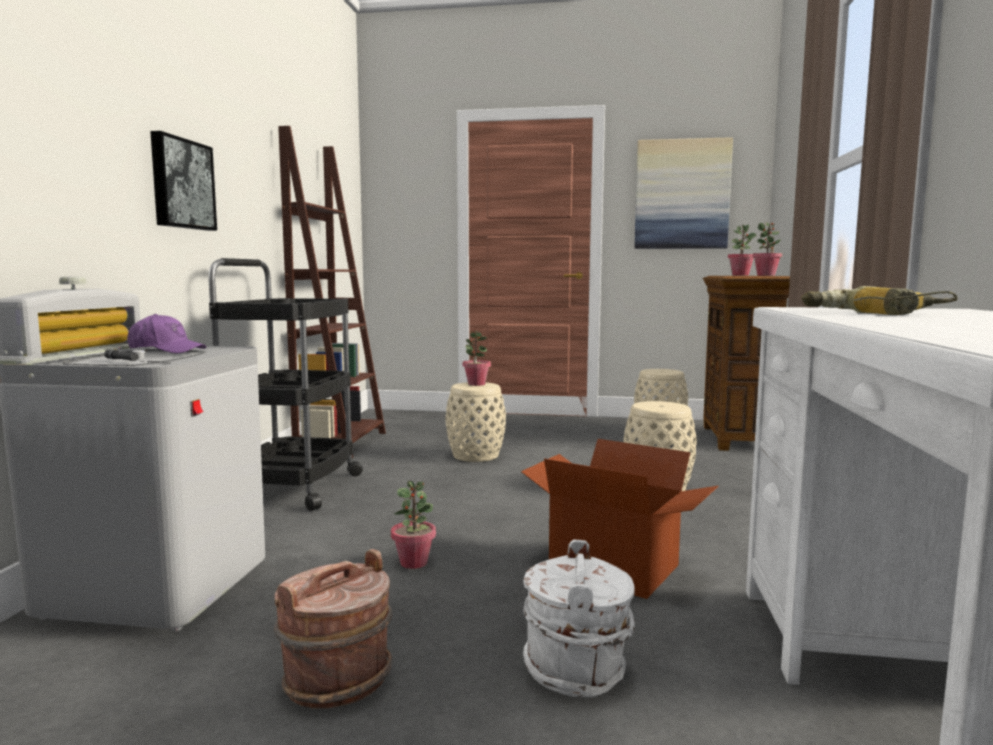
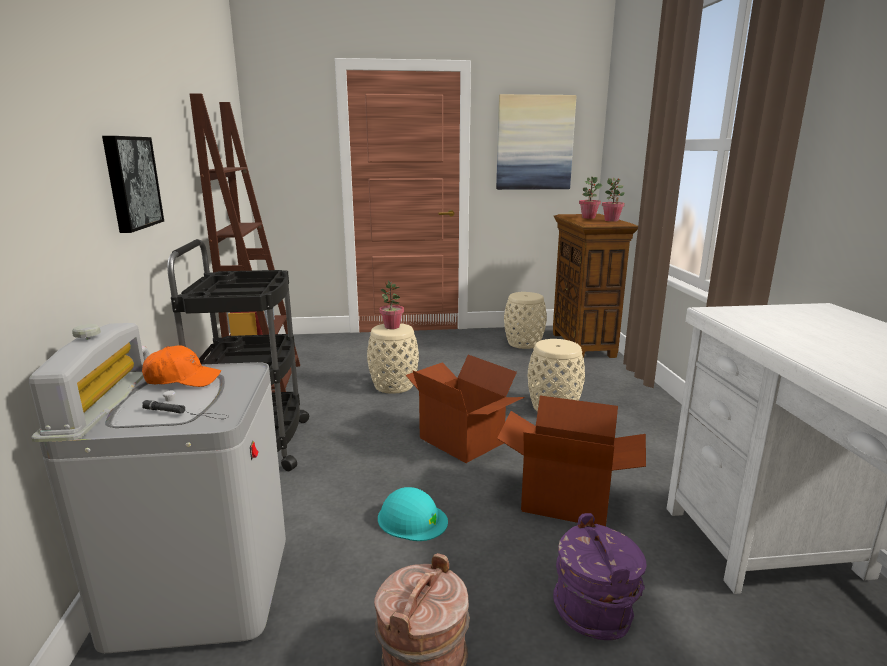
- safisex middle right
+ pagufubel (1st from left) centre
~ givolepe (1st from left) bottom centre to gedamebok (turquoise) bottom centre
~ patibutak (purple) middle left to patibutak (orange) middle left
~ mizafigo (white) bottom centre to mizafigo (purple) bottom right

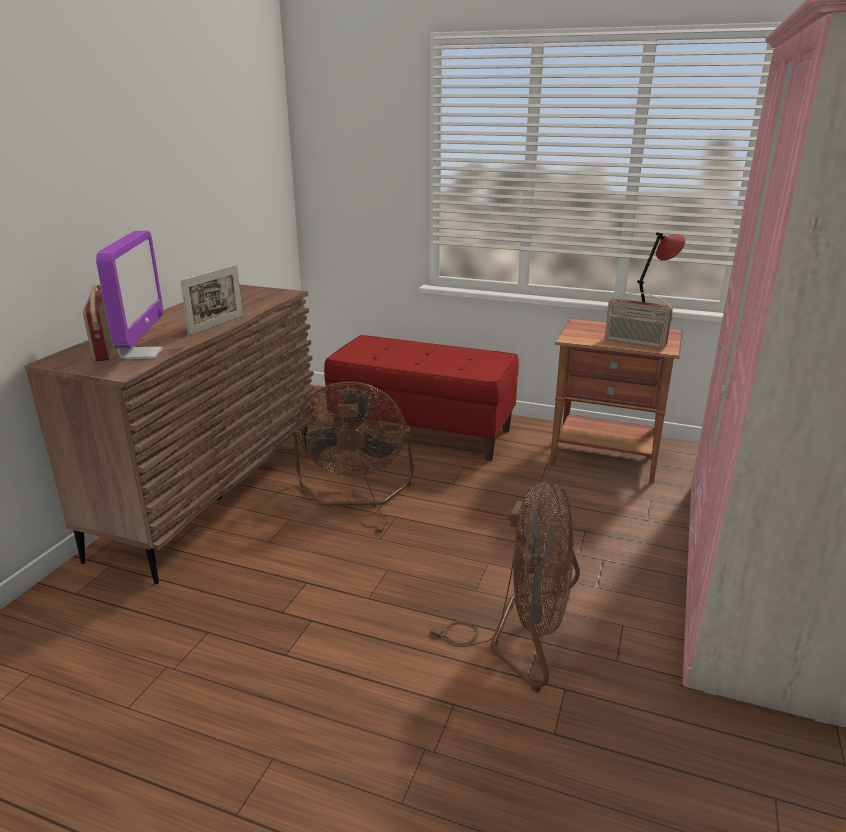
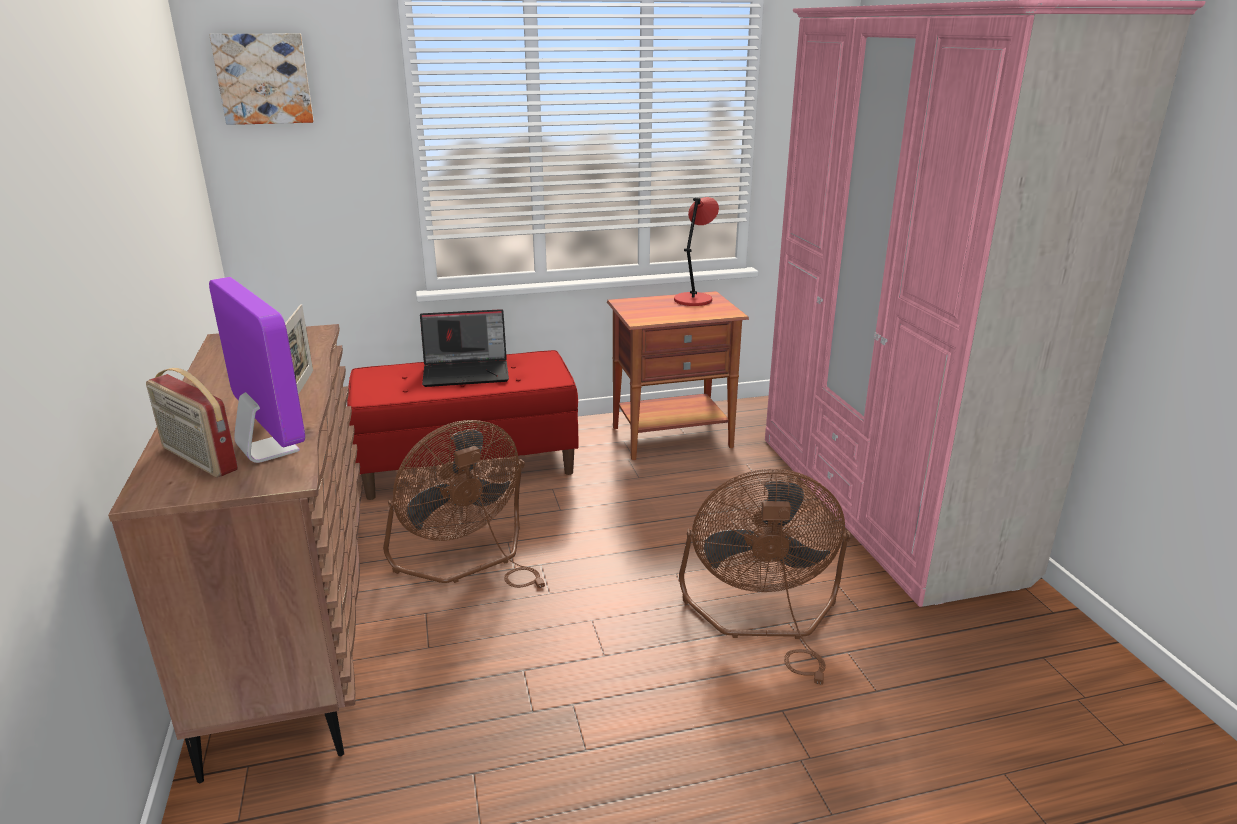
- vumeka (2nd from left) middle right
+ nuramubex top left
+ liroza centre
~ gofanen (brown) (2nd from left) bottom centre = bottom centre 75 degrees counterclockwise

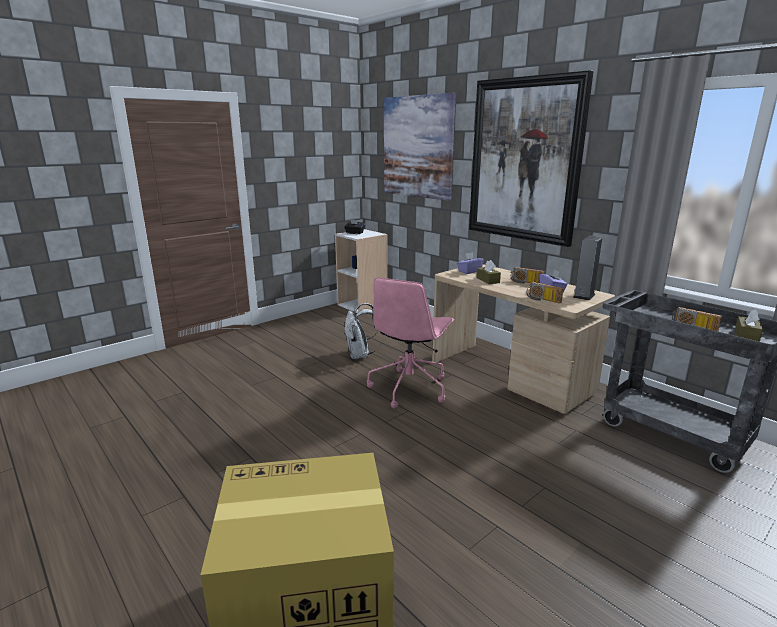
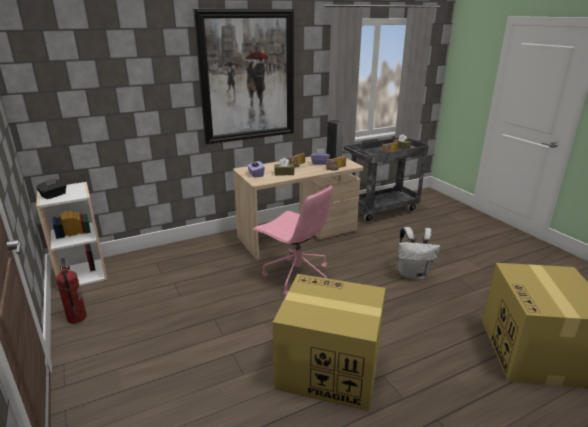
- nuramubex (1st from left) top centre
+ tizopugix bottom left
+ pagufubel (1st from left) bottom centre
~ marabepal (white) centre to middle right

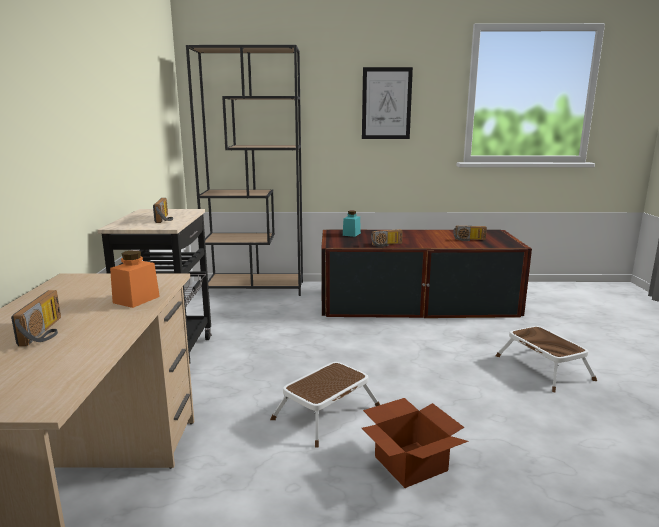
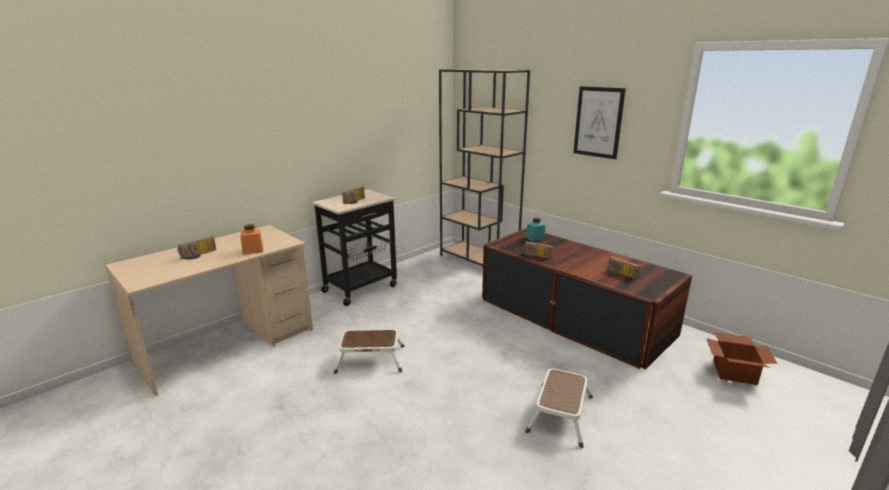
~ pagufubel bottom centre to bottom right

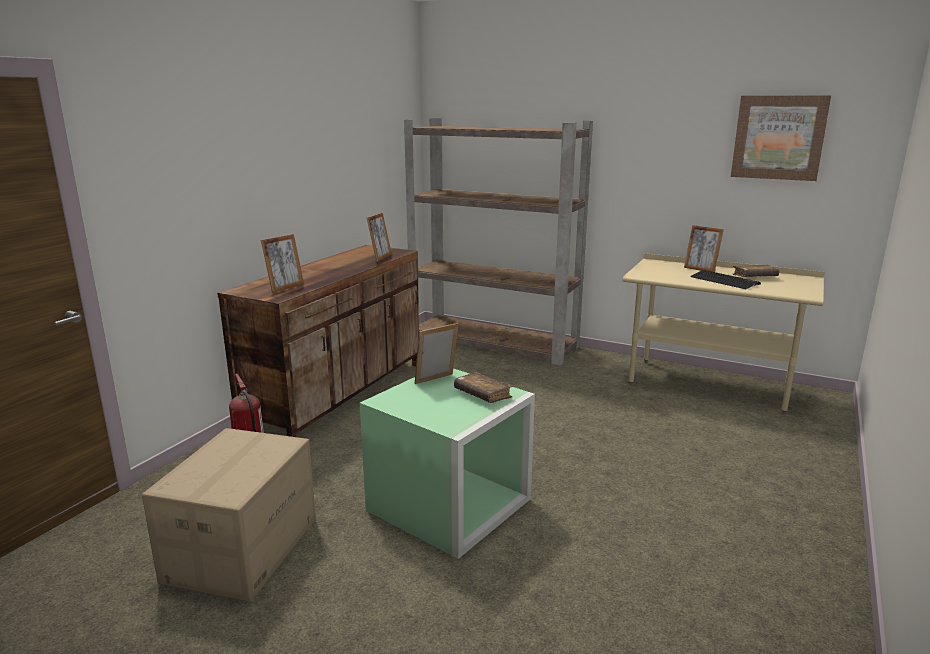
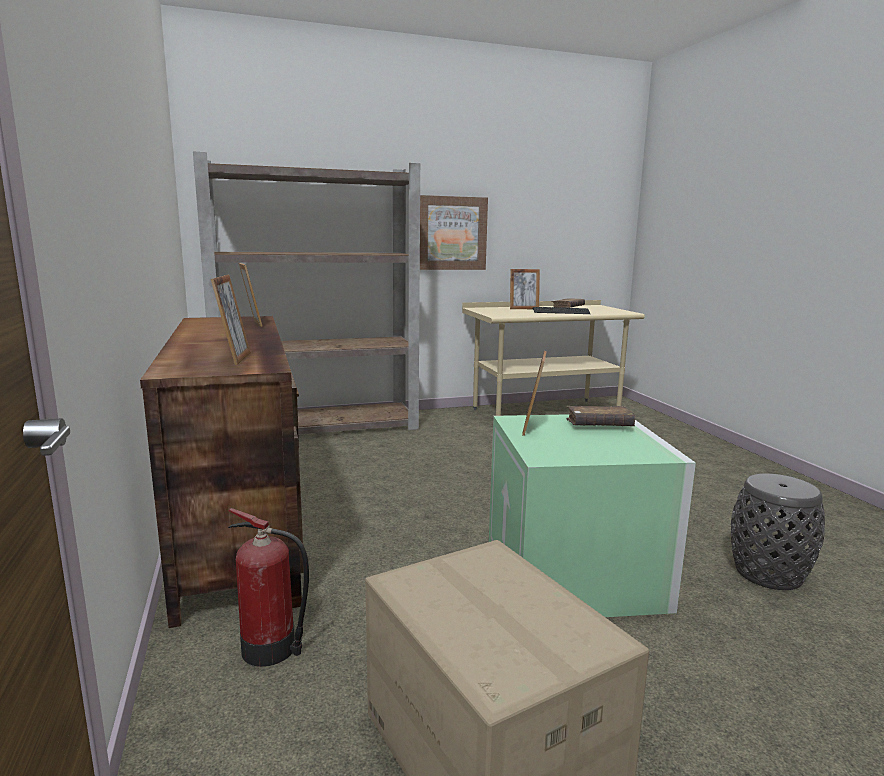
+ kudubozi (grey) bottom right
~ nuramubex top right to top centre

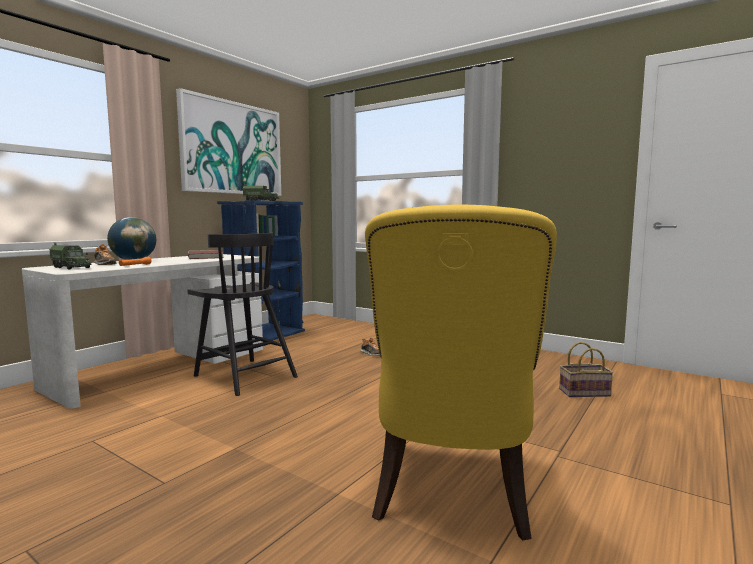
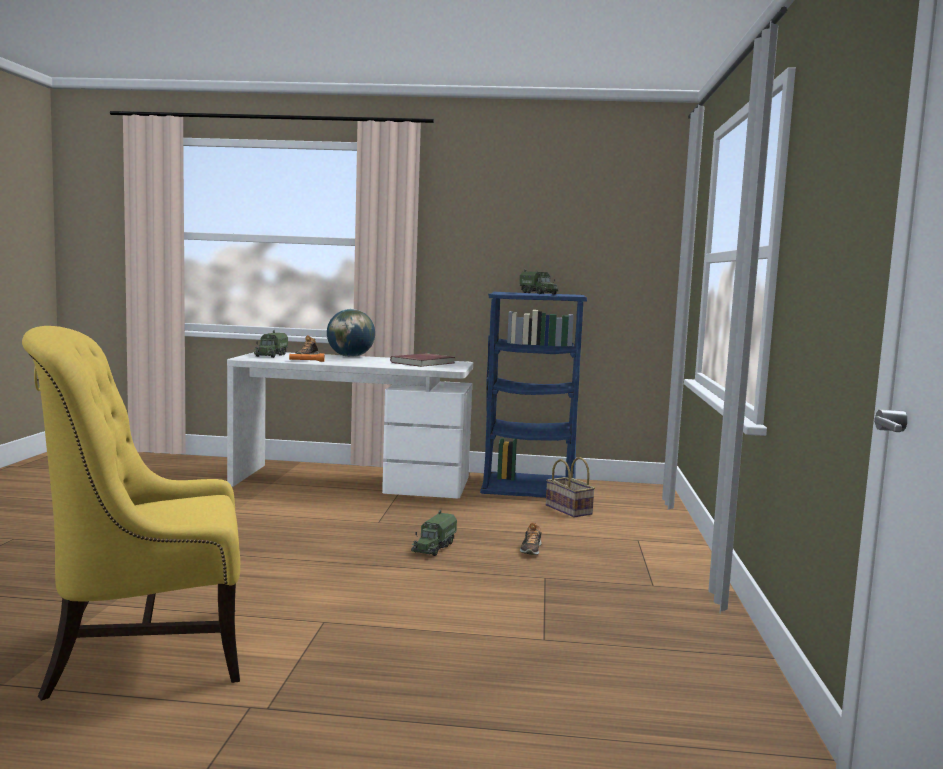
- nuramubex top left
- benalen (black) middle left
+ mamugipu (2nd from left) bottom centre
~ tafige middle right to centre

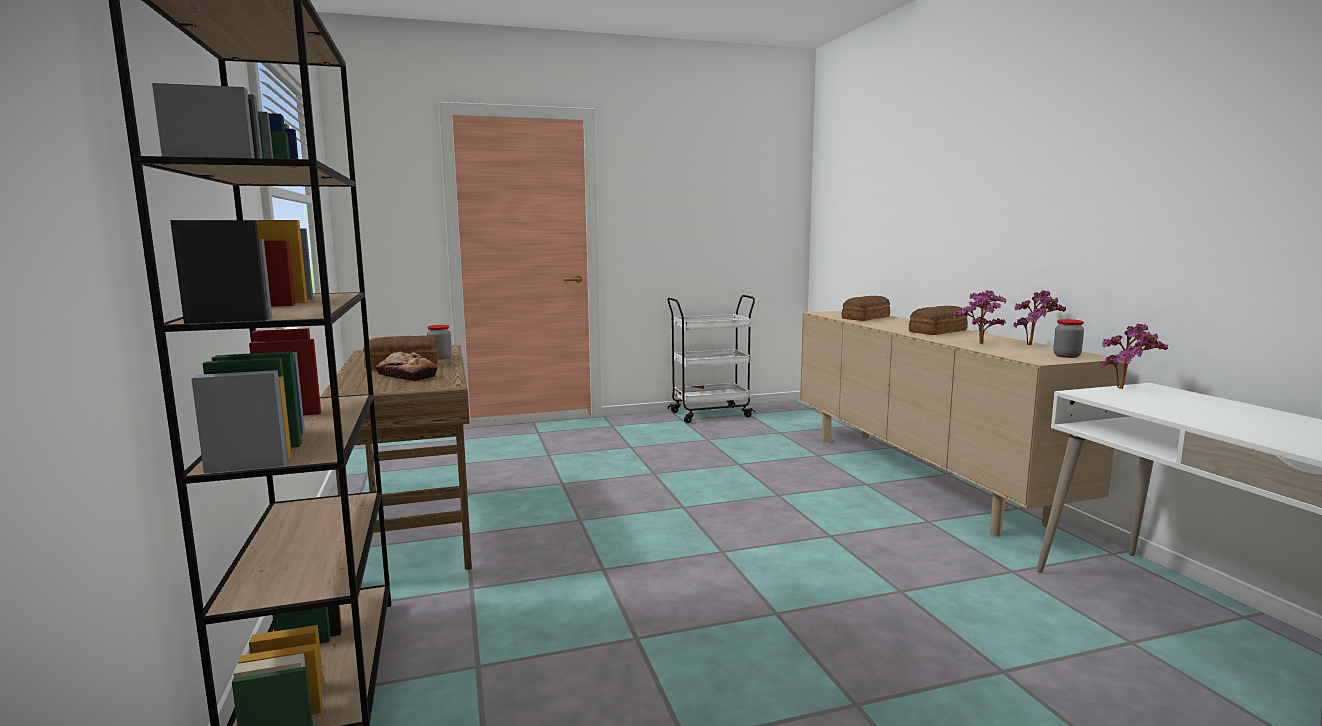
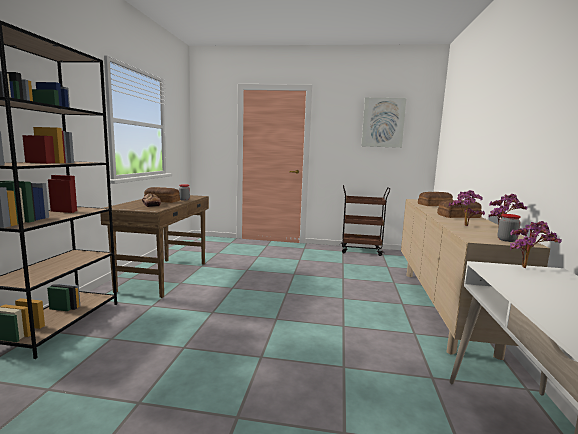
+ nuramubex top centre
~ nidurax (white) centre to nidurax (brown) centre

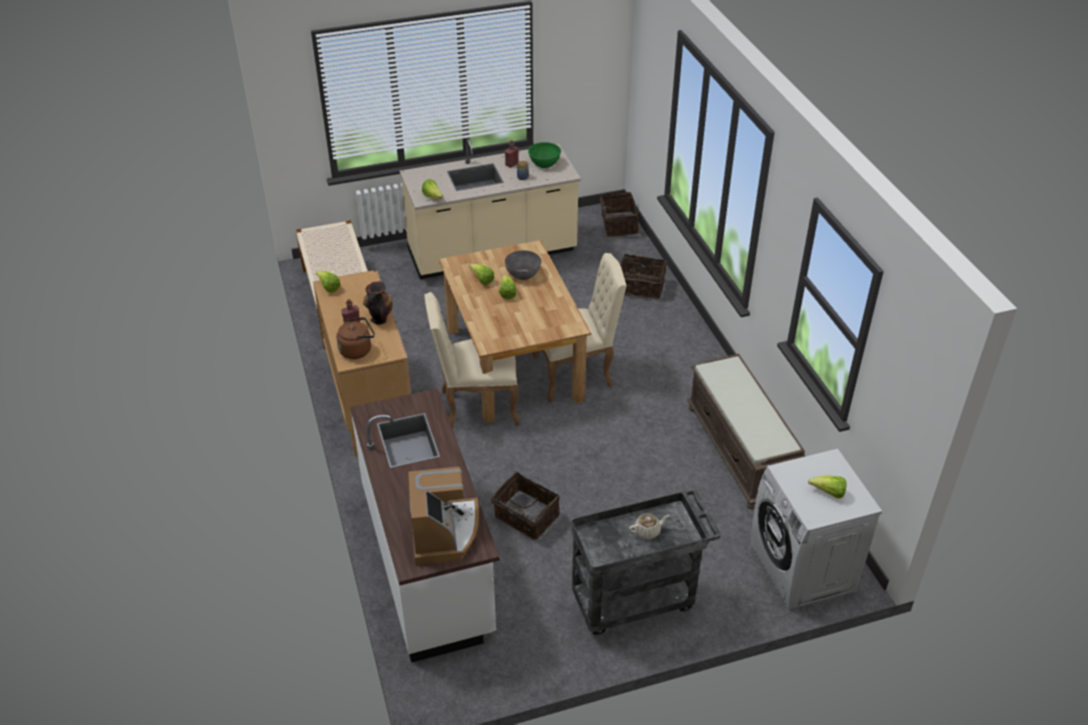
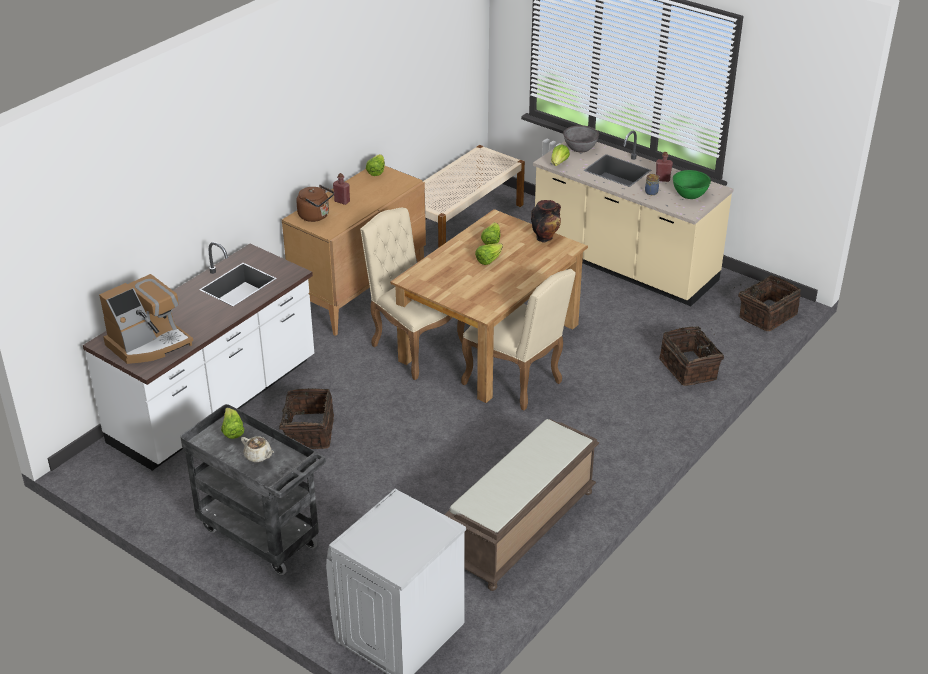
~ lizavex centre to top centre
~ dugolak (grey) centre to top centre
~ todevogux (5th from left in the first image) bottom right to todevogux (1st from left) middle left

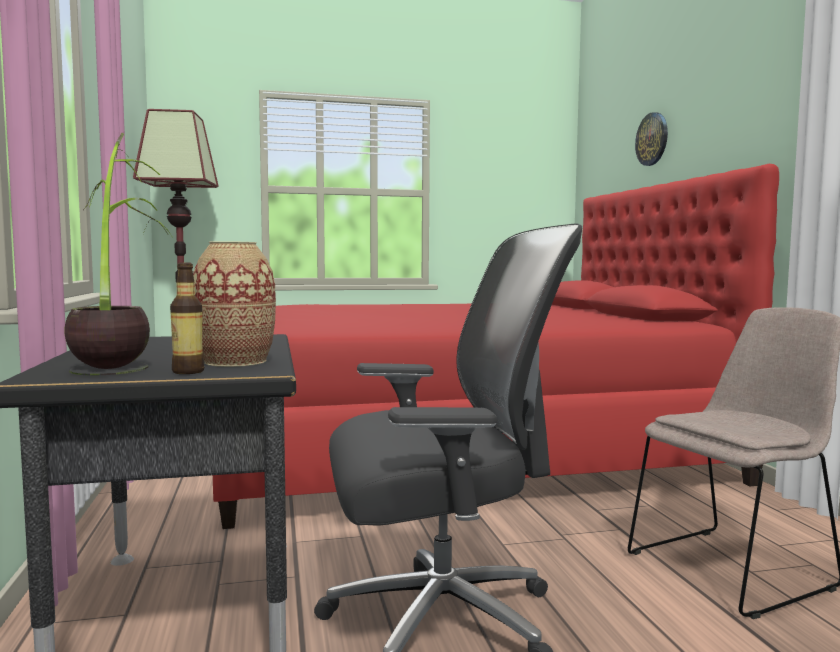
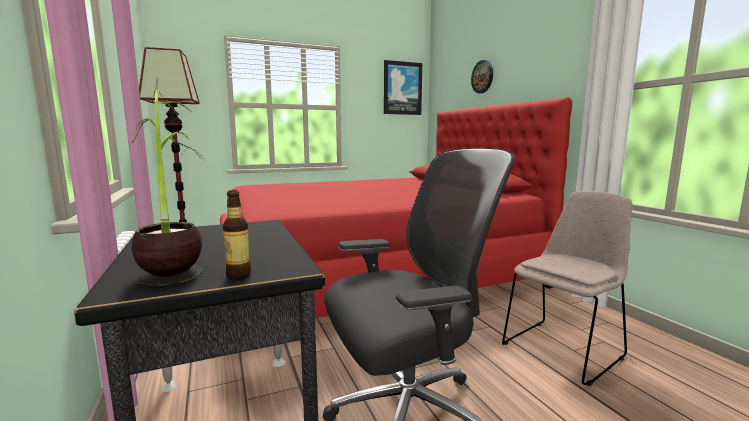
- lizavex middle left
+ nuramubex top centre

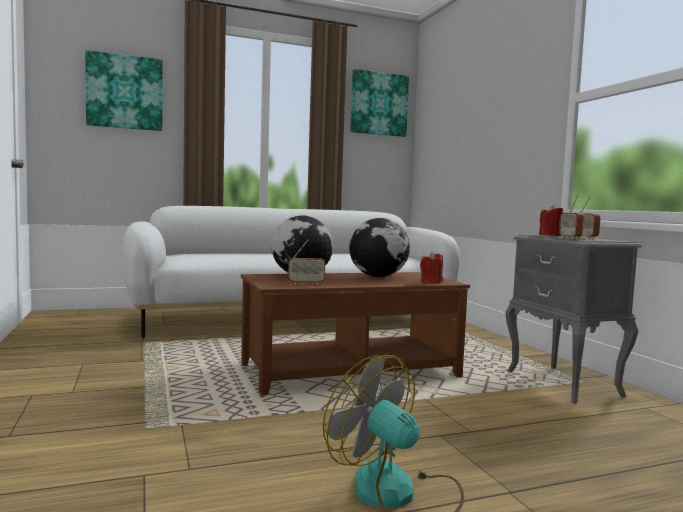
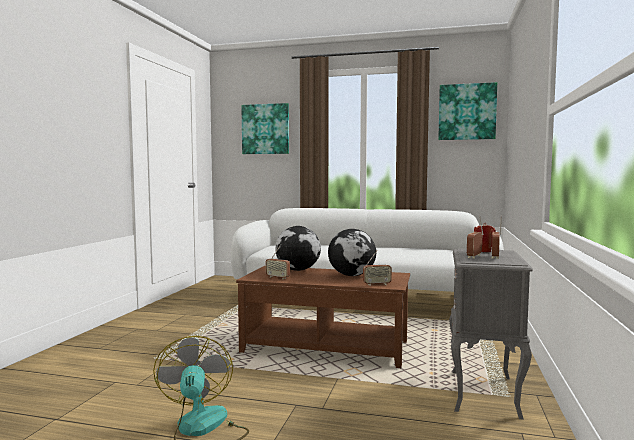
~ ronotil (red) (1st from left) centre to vumeka (2nd from left) centre

